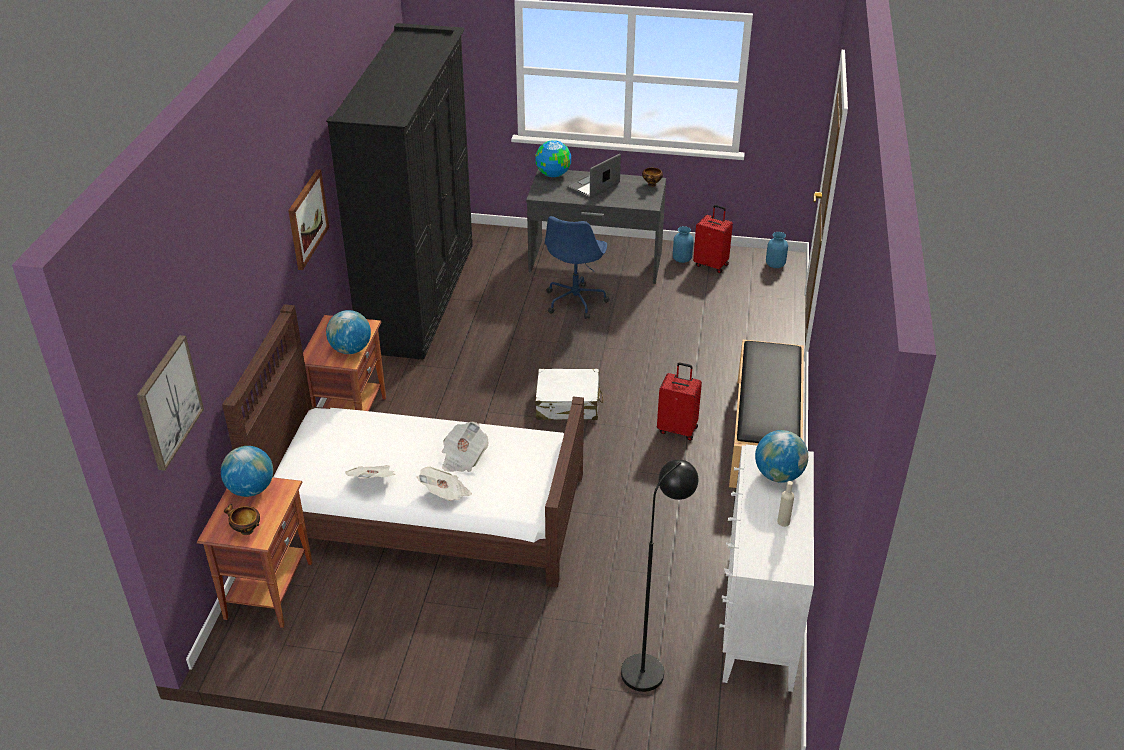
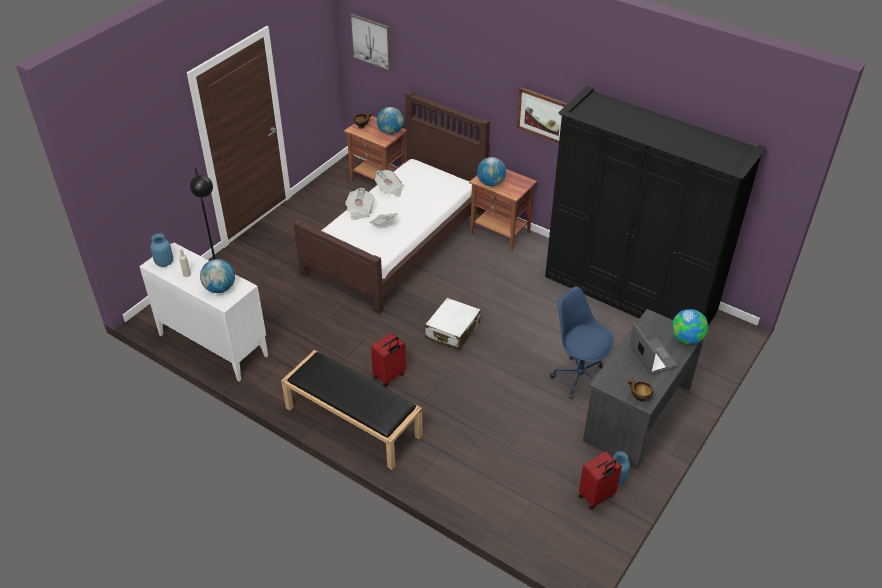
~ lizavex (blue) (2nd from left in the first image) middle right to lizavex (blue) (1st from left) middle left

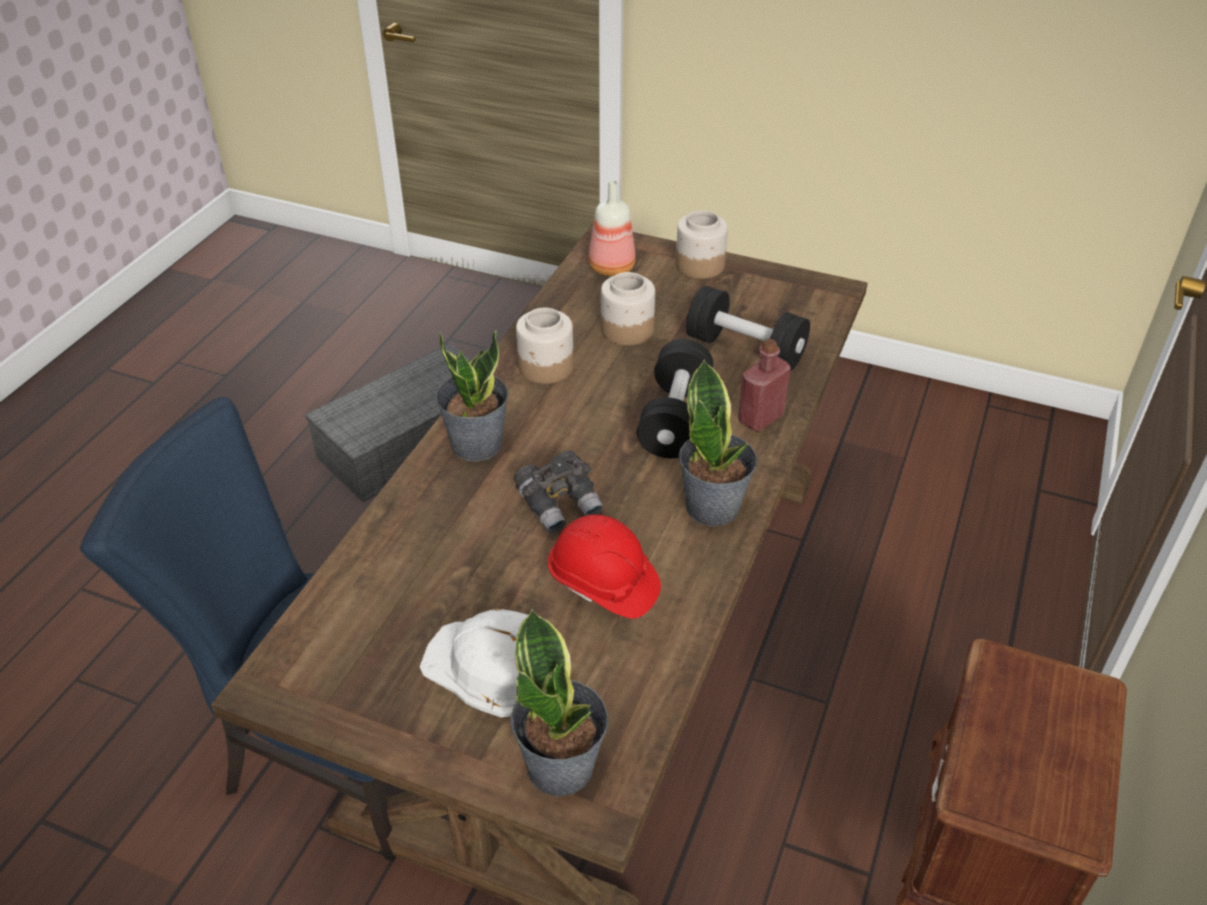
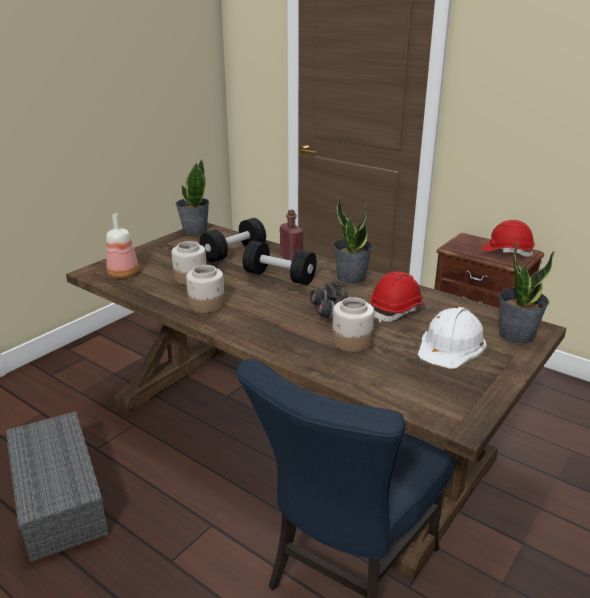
+ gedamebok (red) (2nd from left) middle right
~ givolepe (1st from left) centre to top left
~ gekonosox (3rd from left) top centre to centre

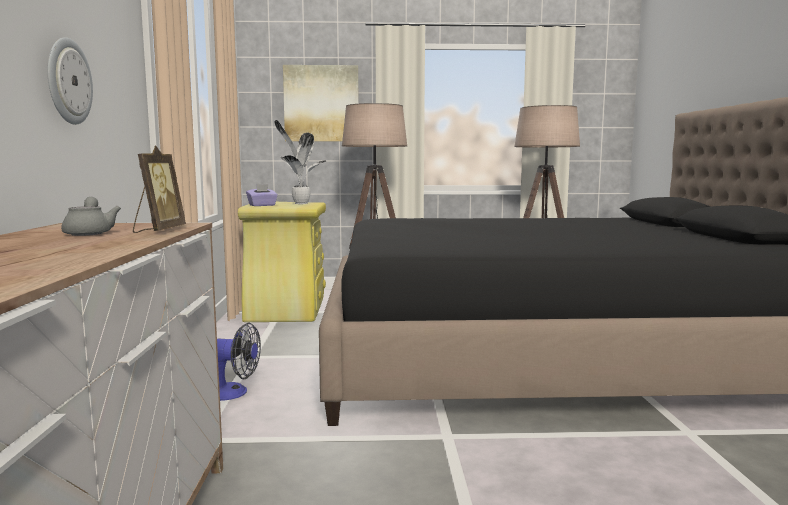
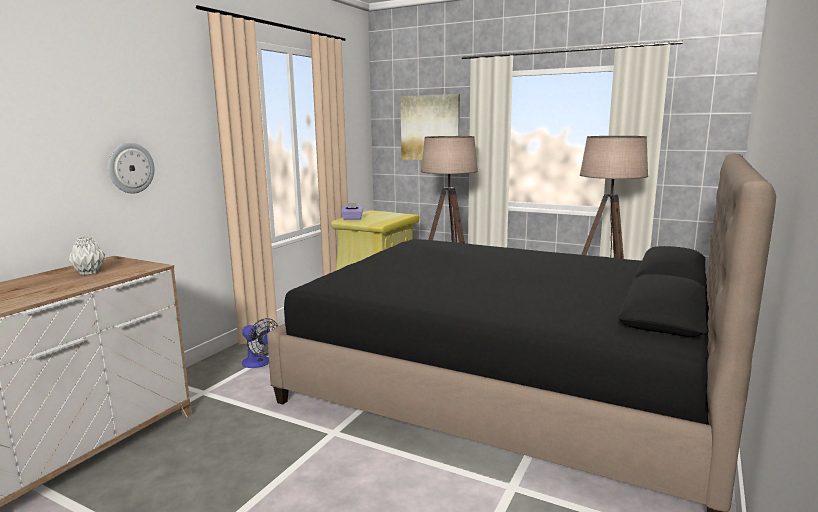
- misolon middle left
- givolepe top centre
~ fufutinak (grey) middle left to lizavex (grey) middle left

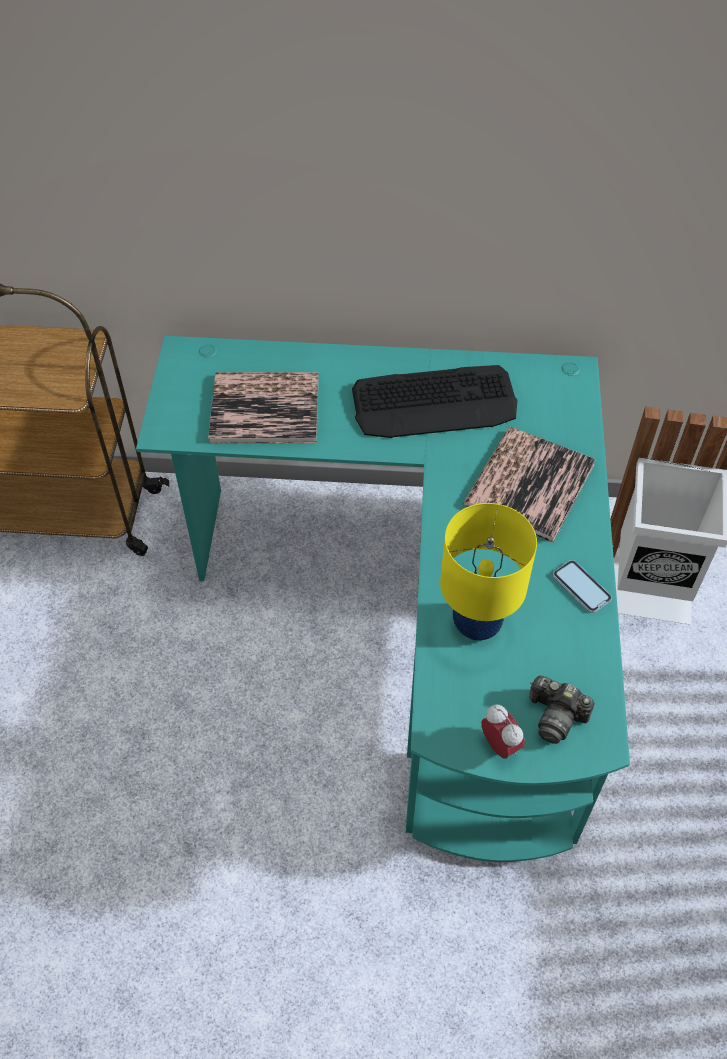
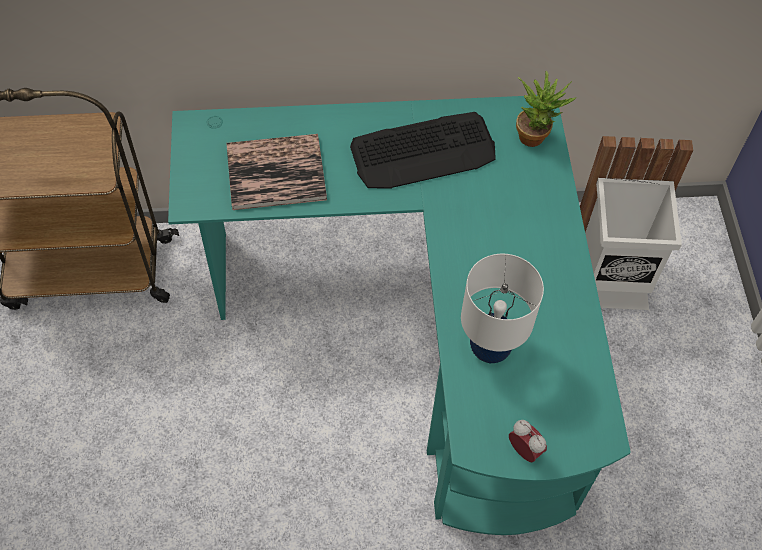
- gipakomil (2nd from left) middle right
- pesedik bottom right
- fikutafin middle right
+ givolepe top right
~ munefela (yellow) middle right to munefela (white) centre

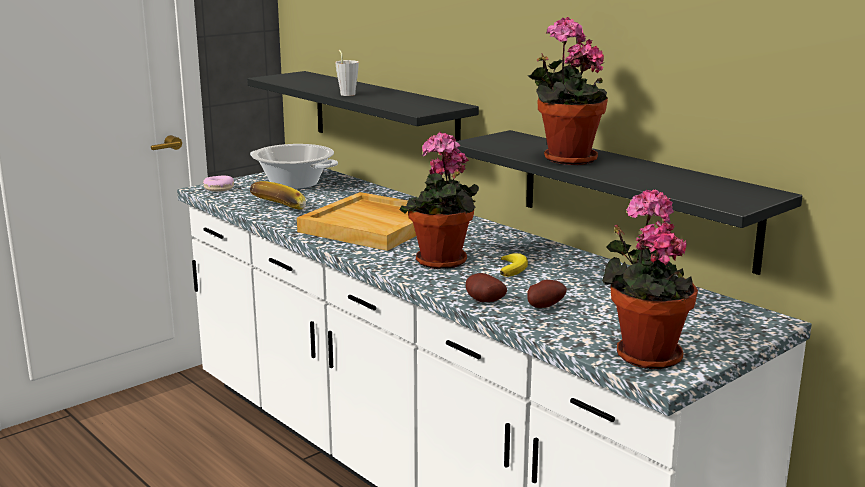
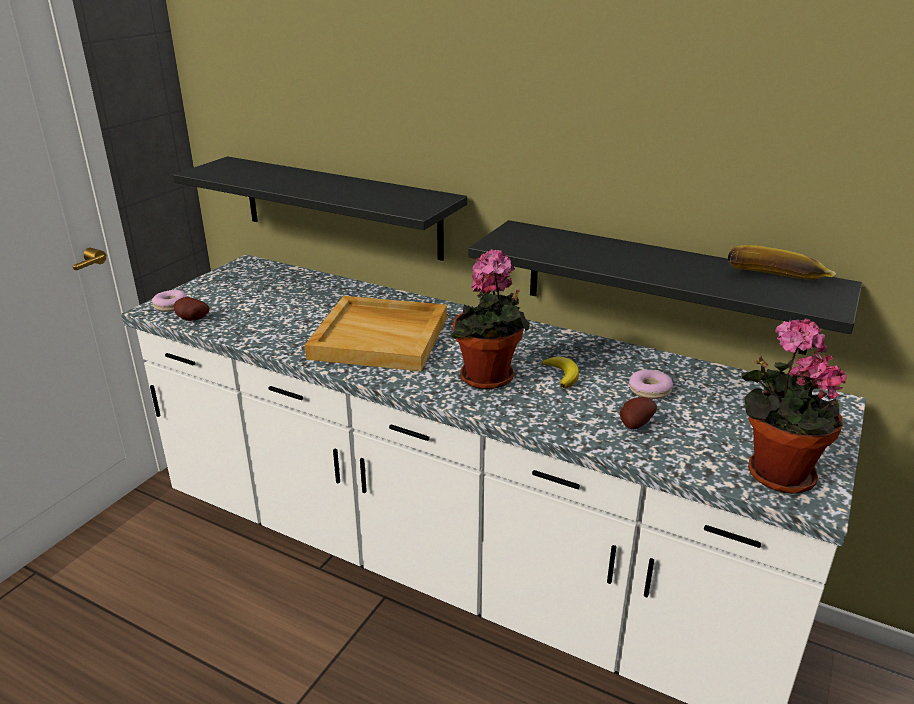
- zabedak centre
- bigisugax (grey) top centre
- givolepe (2nd from left) top centre
+ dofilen (2nd from left) middle right
~ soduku (1st from left in the first image) middle left to soduku (2nd from left) middle right
~ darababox (1st from left) centre to middle left

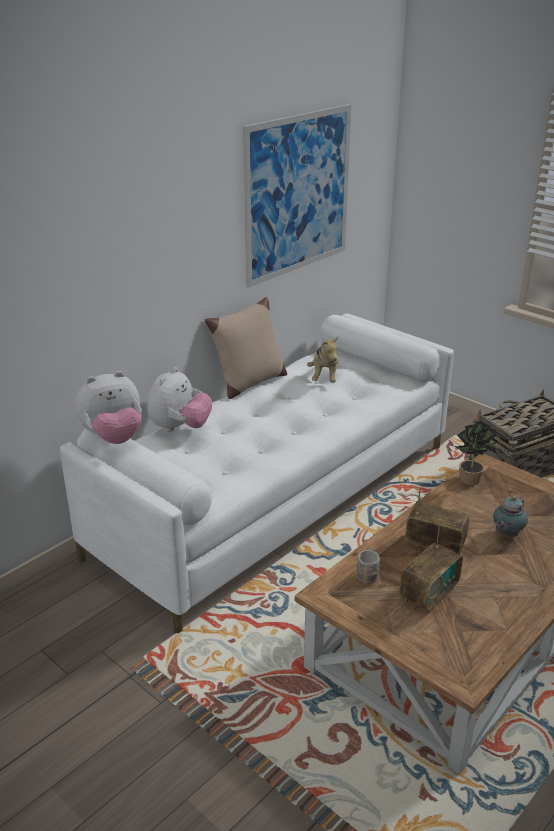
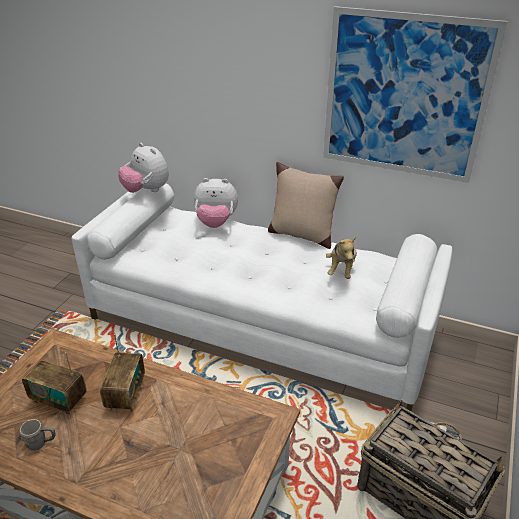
- givolepe middle right
- fufutinak middle right
~ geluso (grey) bottom centre to bottom left
~ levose (3rd from left) centre = centre 60 degrees counterclockwise

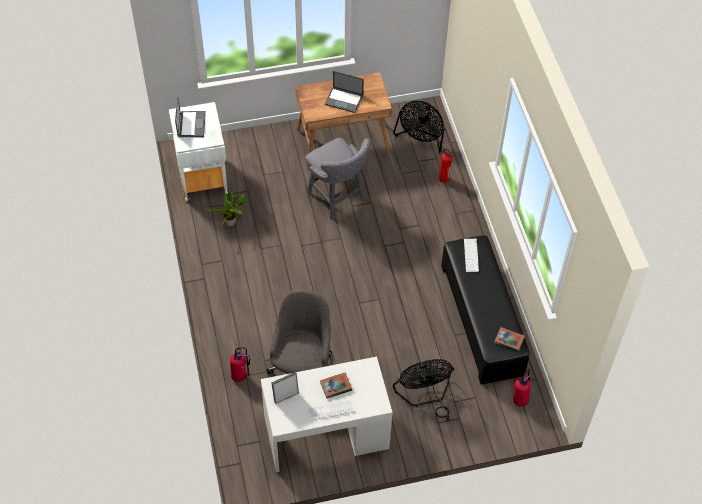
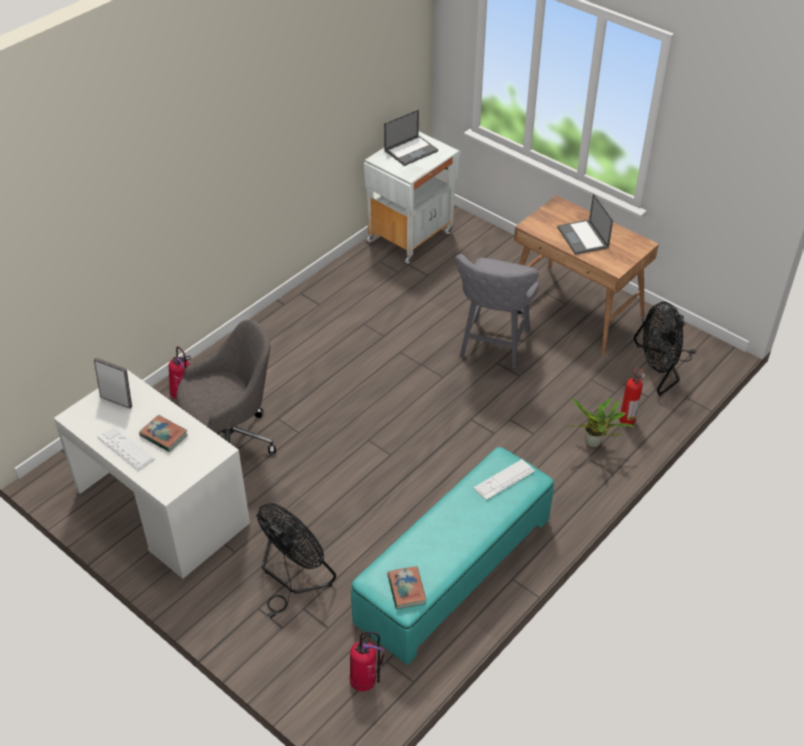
~ givolepe middle left to middle right
~ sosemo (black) middle right to sosemo (turquoise) bottom centre

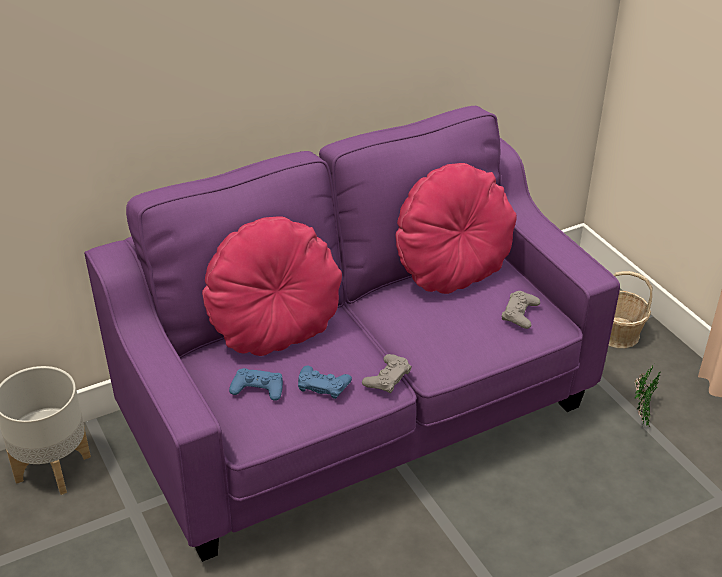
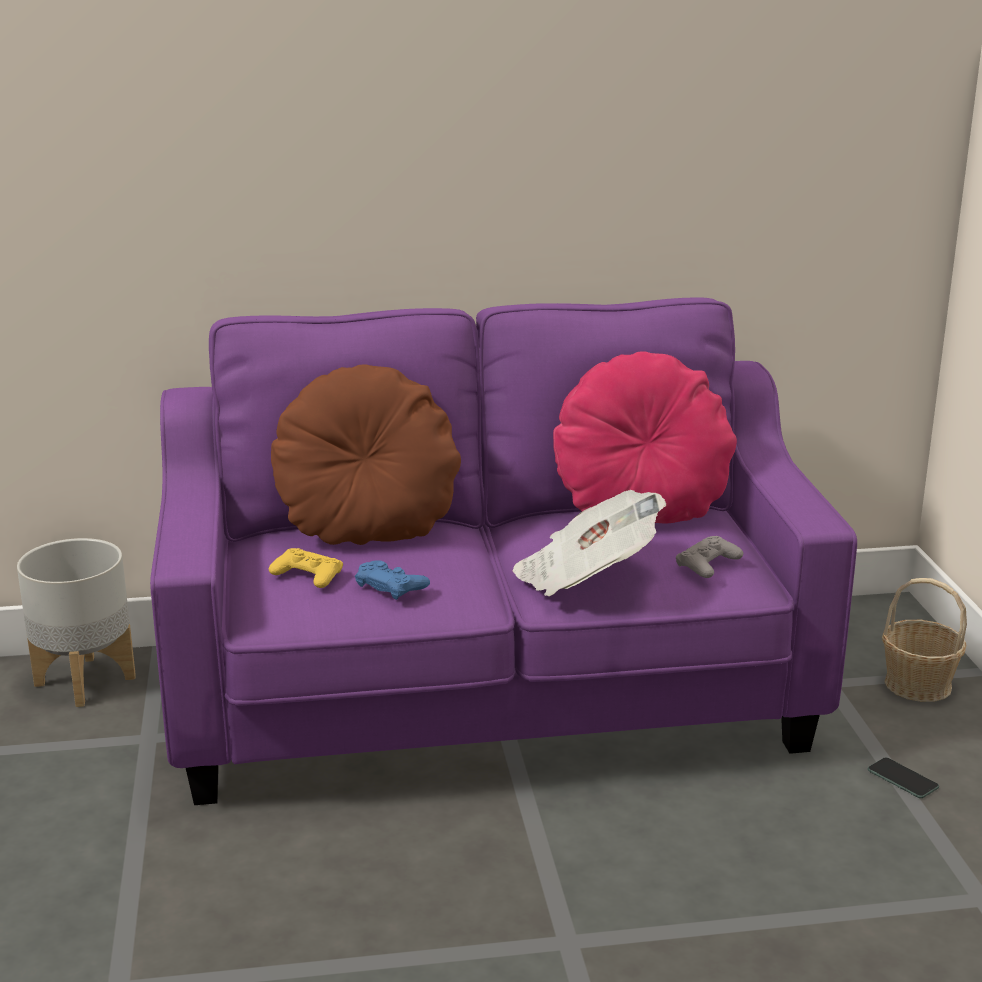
- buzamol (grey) (1st from left) centre
+ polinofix centre
~ givolepe bottom right to fikutafin bottom right
~ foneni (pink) (1st from left) centre to foneni (brown) centre
~ buzamol (blue) (1st from left) centre to buzamol (yellow) middle left

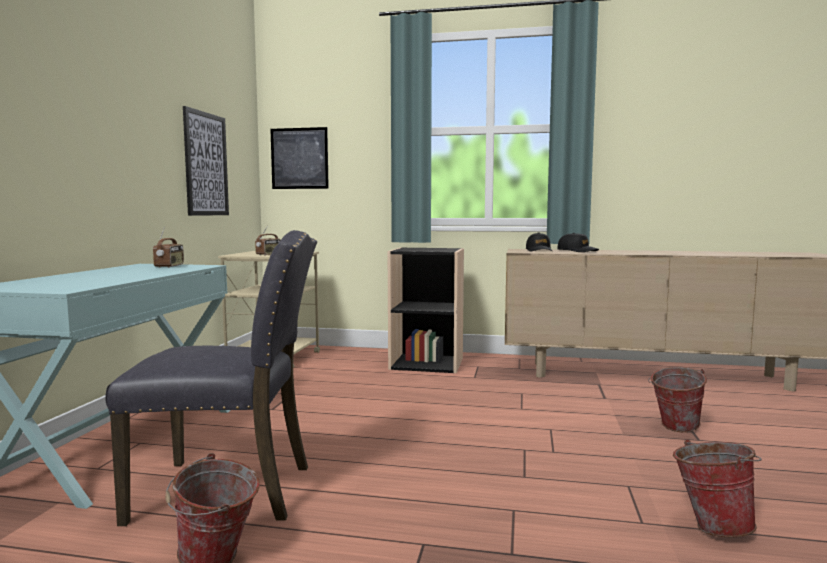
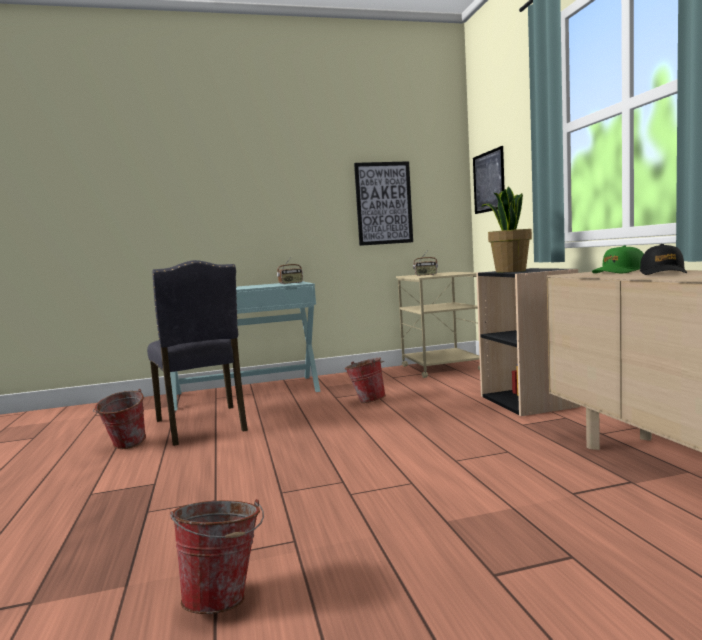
+ givolepe middle right
~ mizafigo (2nd from left in the first image) bottom right to mizafigo (3rd from left) centre
~ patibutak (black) (1st from left) centre to patibutak (green) middle right

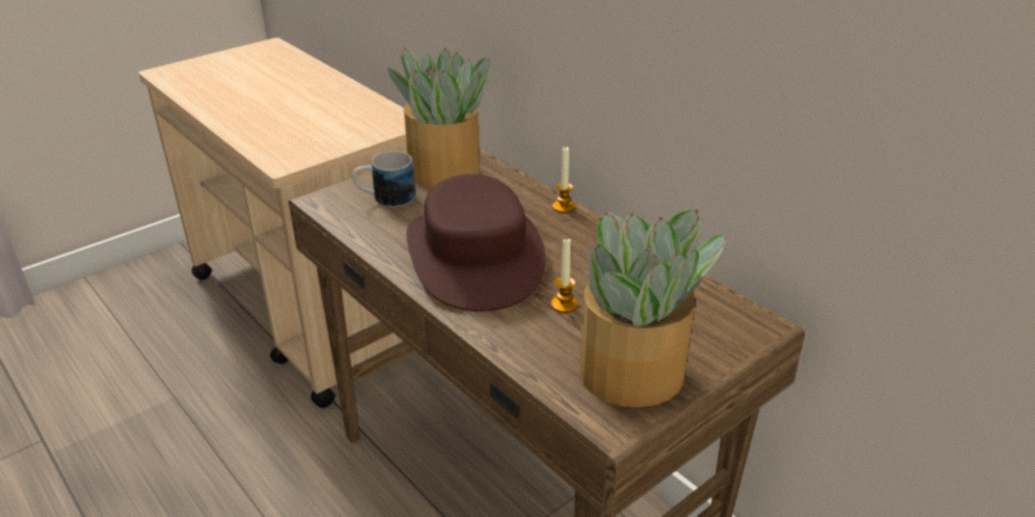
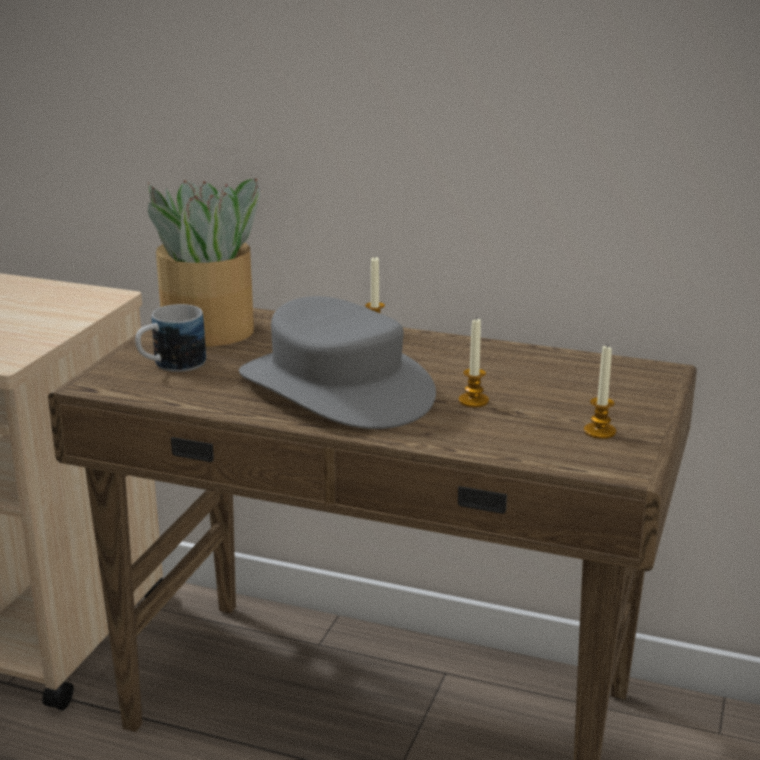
~ givolepe (2nd from left) centre to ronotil (3rd from left) middle right
~ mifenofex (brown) centre to mifenofex (grey) centre

